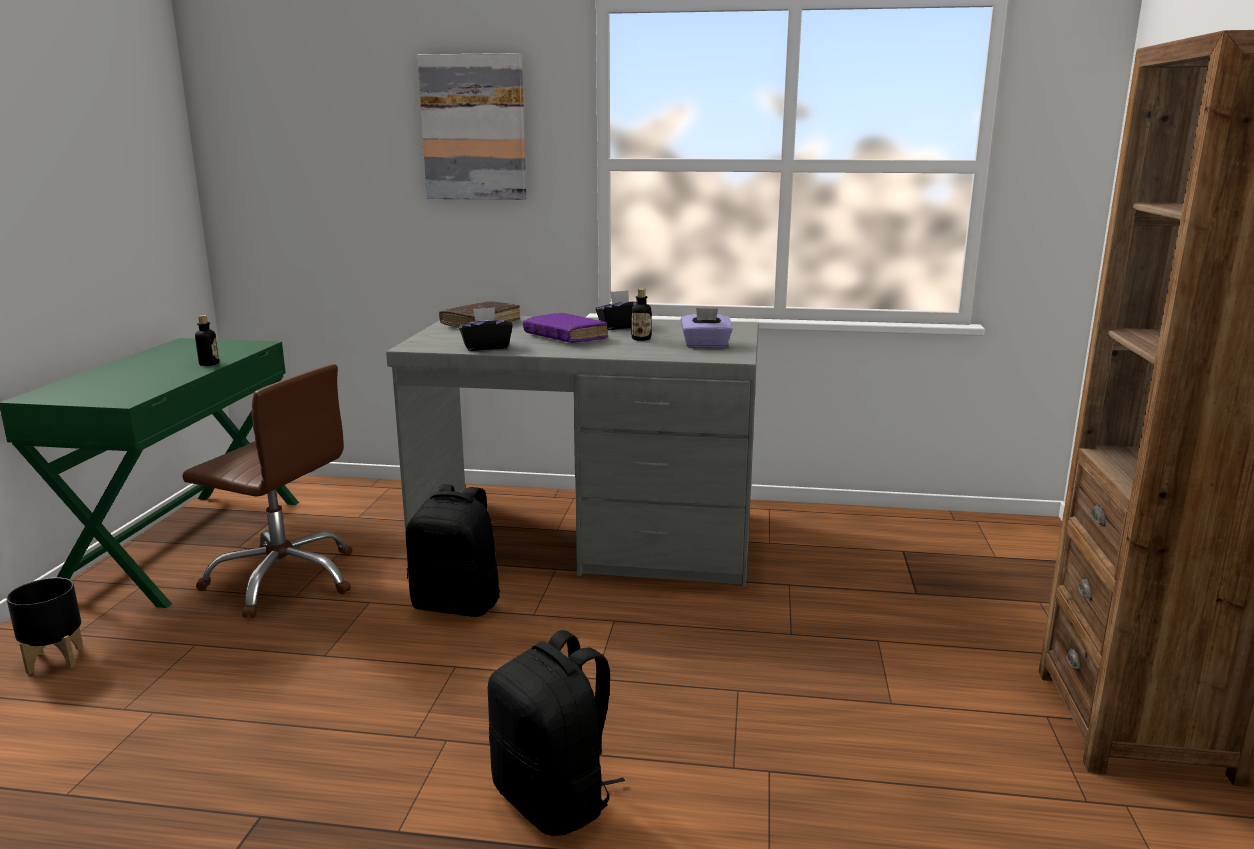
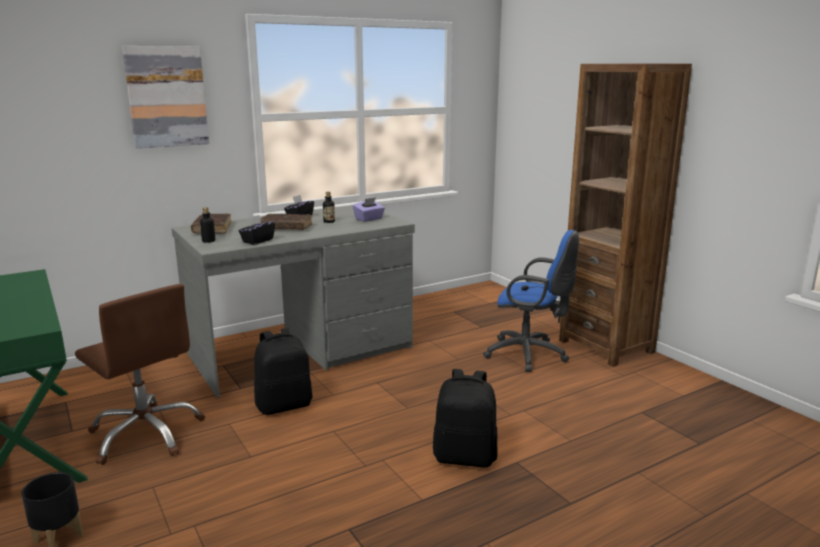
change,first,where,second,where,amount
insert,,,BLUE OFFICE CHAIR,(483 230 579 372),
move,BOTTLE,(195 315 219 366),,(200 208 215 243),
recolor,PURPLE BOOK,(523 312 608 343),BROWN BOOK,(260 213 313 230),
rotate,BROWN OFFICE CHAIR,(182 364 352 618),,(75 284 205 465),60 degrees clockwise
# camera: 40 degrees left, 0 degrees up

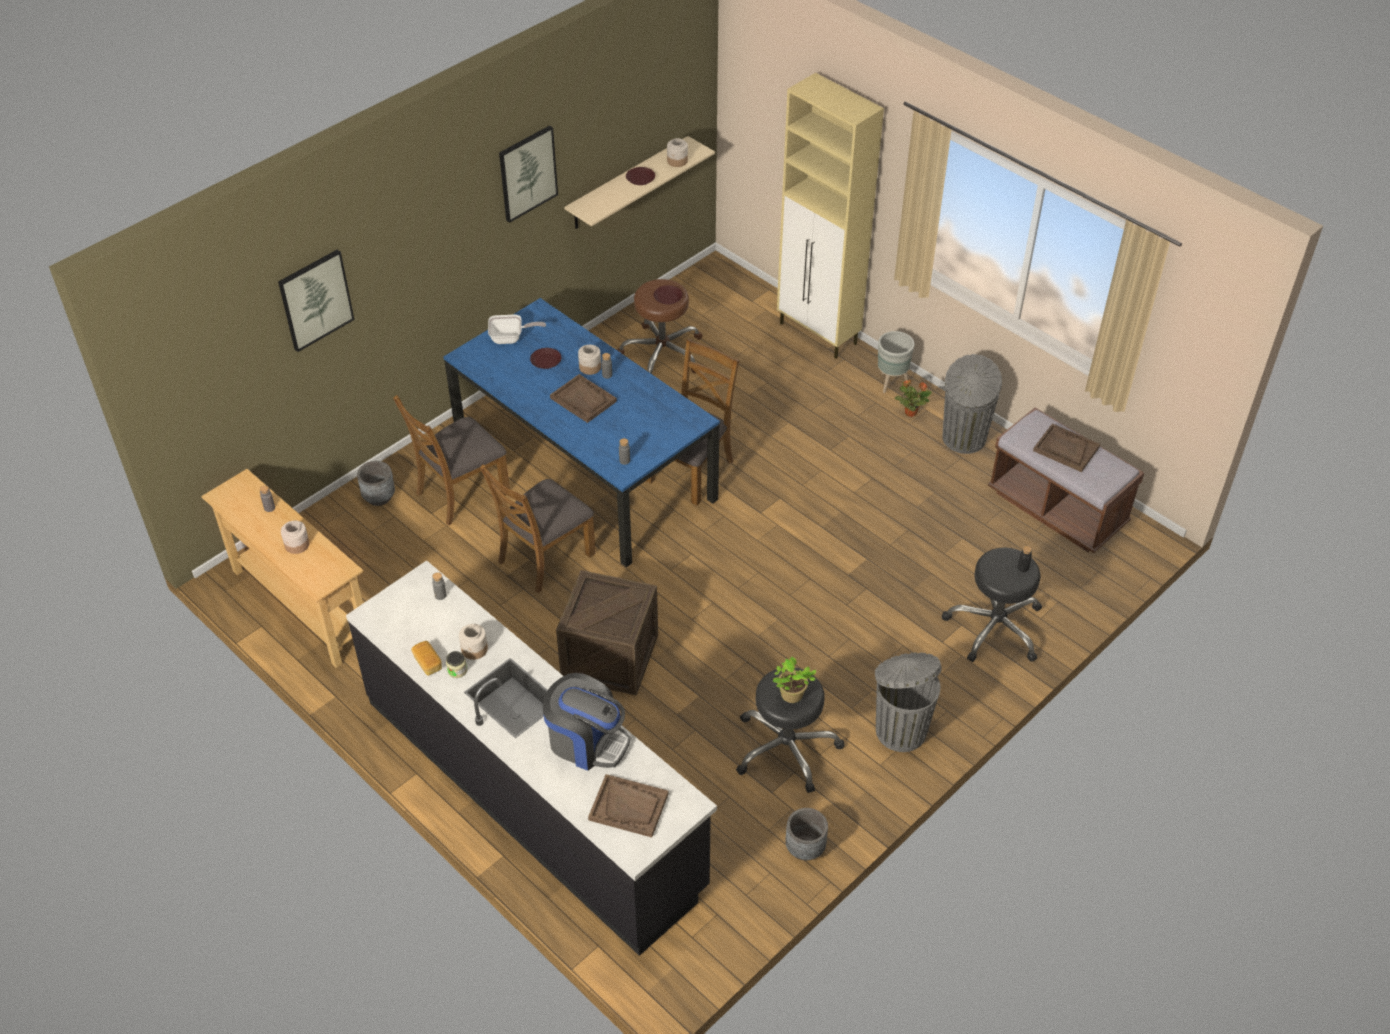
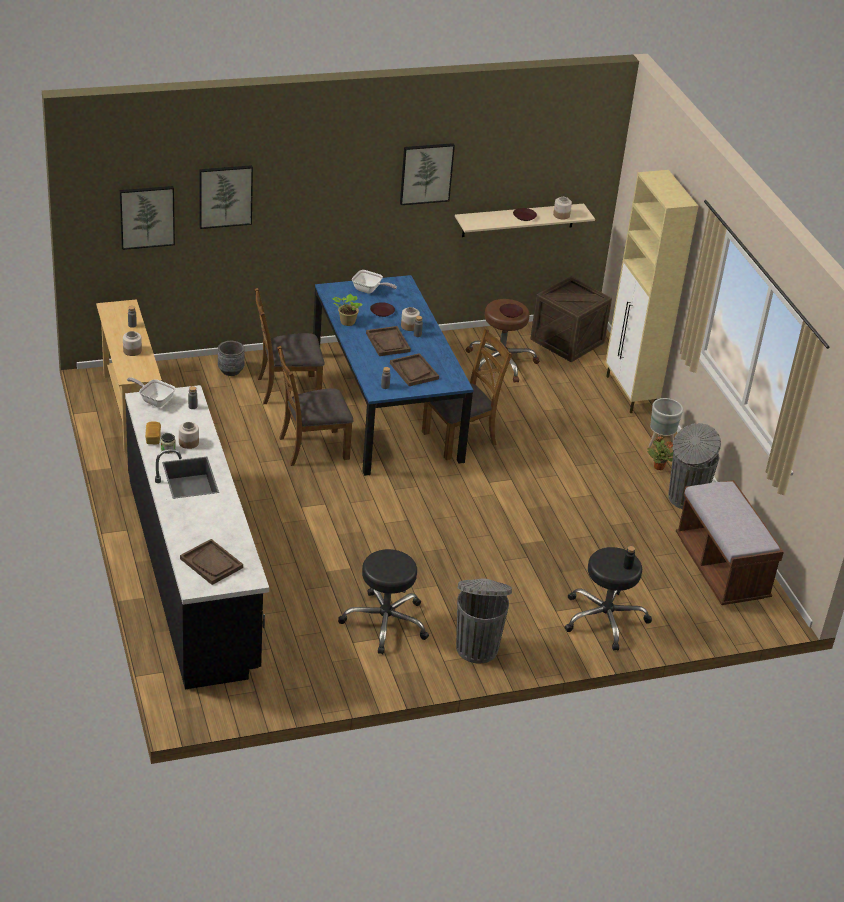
change,first,where,second,where,amount
delete,COFFEE MACHINE,(543 673 631 771),,,
delete,GREY PLANTER,(785 808 828 860),,,
insert,,,PICTURE,(120 186 175 250),
insert,,,FRYING PAN,(127 377 175 407),
move,CRATE,(556 570 658 696),,(530 276 612 362),
move,POTTED PLANT,(773 656 816 703),,(332 294 362 326),
move,BROWN TRAY,(1033 423 1100 472),,(390 353 439 386),
# camera: 25 degrees right, 10 degrees down

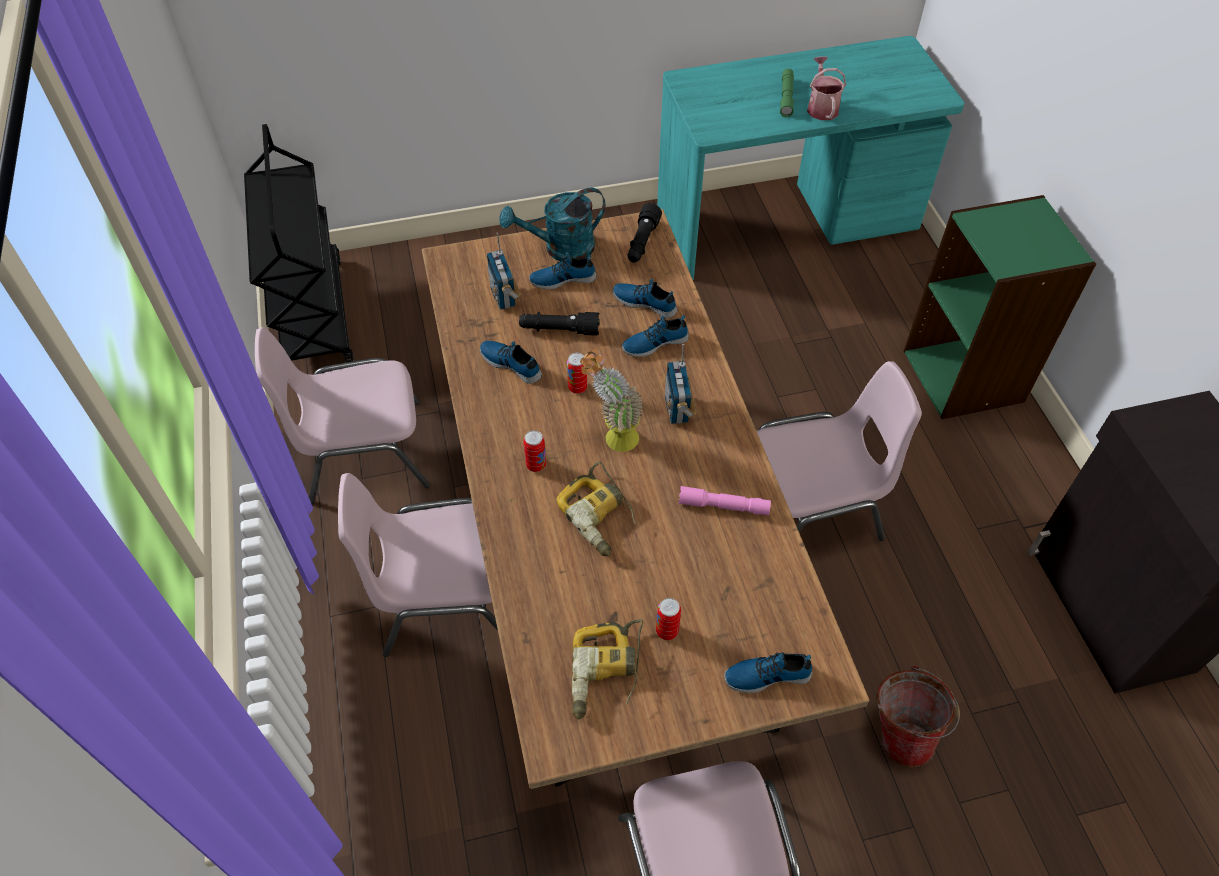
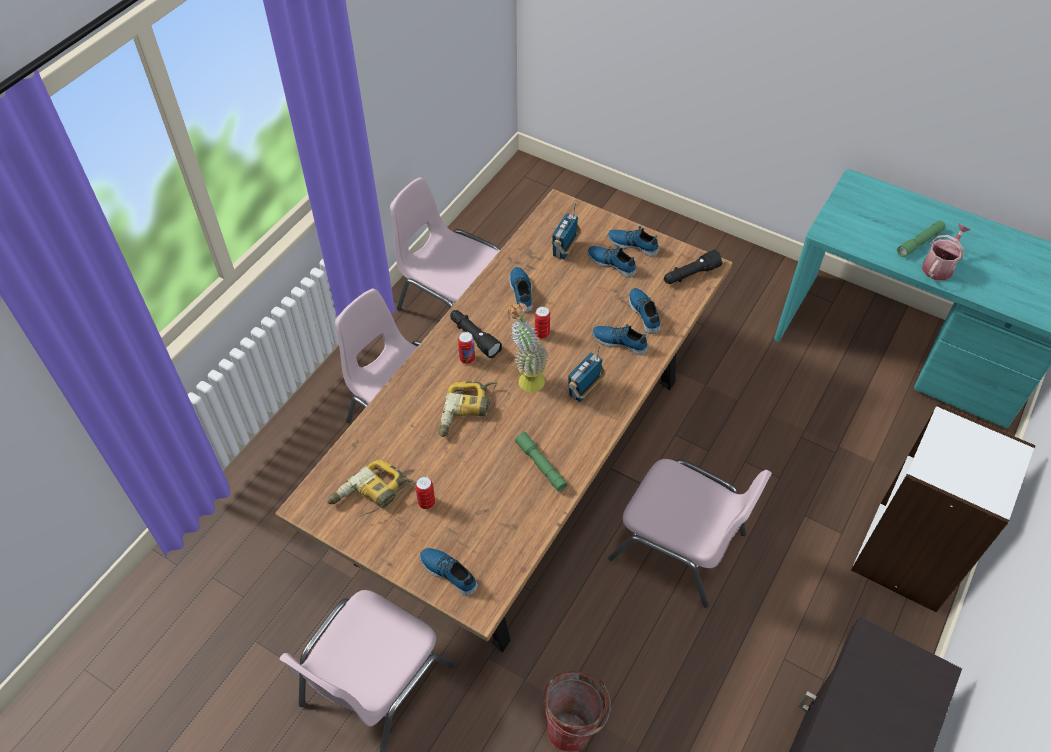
change,first,where,second,where,amount
delete,BLACK CART,(244 124 354 363),,,
move,BLACK FLASHLIGHT,(519 312 600 336),,(450 310 502 358),
replace,TURQUOISE WATERING CAN,(499 188 606 261),SHOE,(608 226 659 256),
recolor,PINK FLASHLIGHT,(678 486 771 515),GREEN FLASHLIGHT,(515 432 567 492),
recolor,GREEN BOOKCASE,(904 195 1096 419),WHITE BOOKCASE,(851 404 1036 613),
# camera: 45 degrees right, 0 degrees up

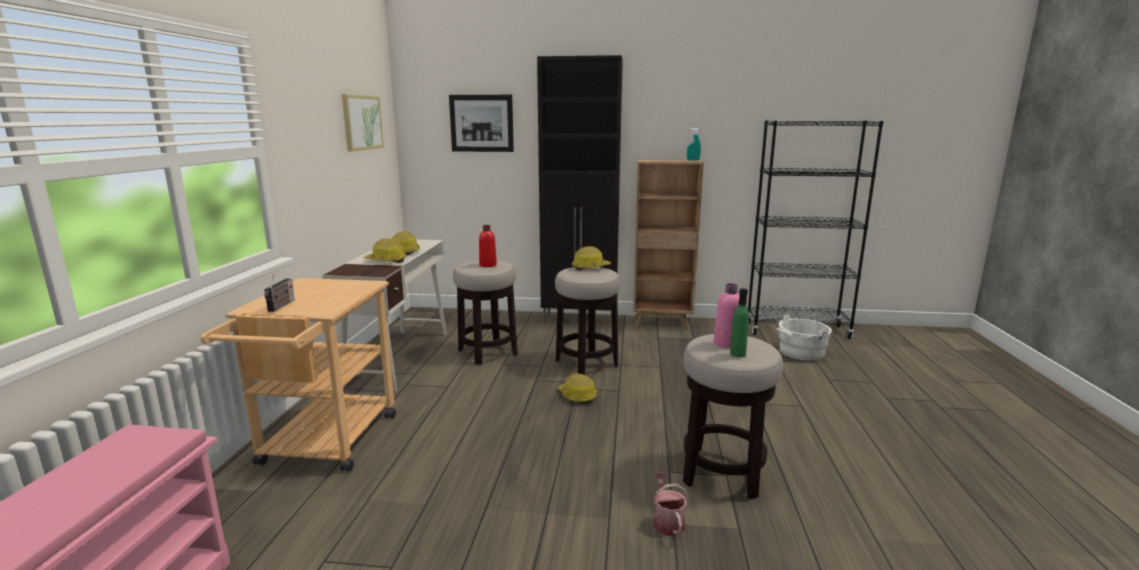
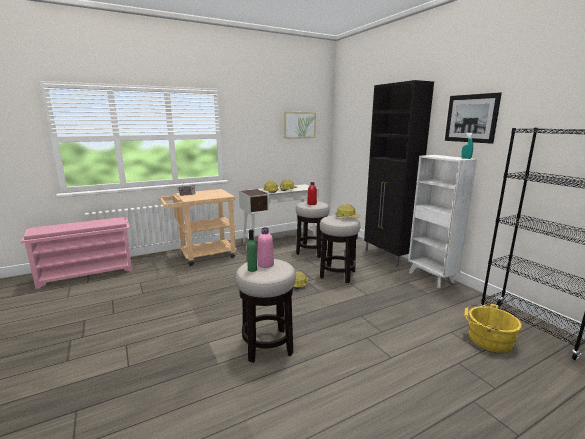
change,first,where,second,where,amount
delete,WATERING CAN,(653 472 688 536),,,
move,PICTURE,(449 95 514 152),,(445 92 502 144),
recolor,BROWN BOOKCASE,(633 160 704 330),WHITE BOOKCASE,(408 155 477 288),
recolor,WHITE BUCKET,(773 315 832 361),YELLOW BUCKET,(464 304 522 353),
# camera: 55 degrees right, 0 degrees up

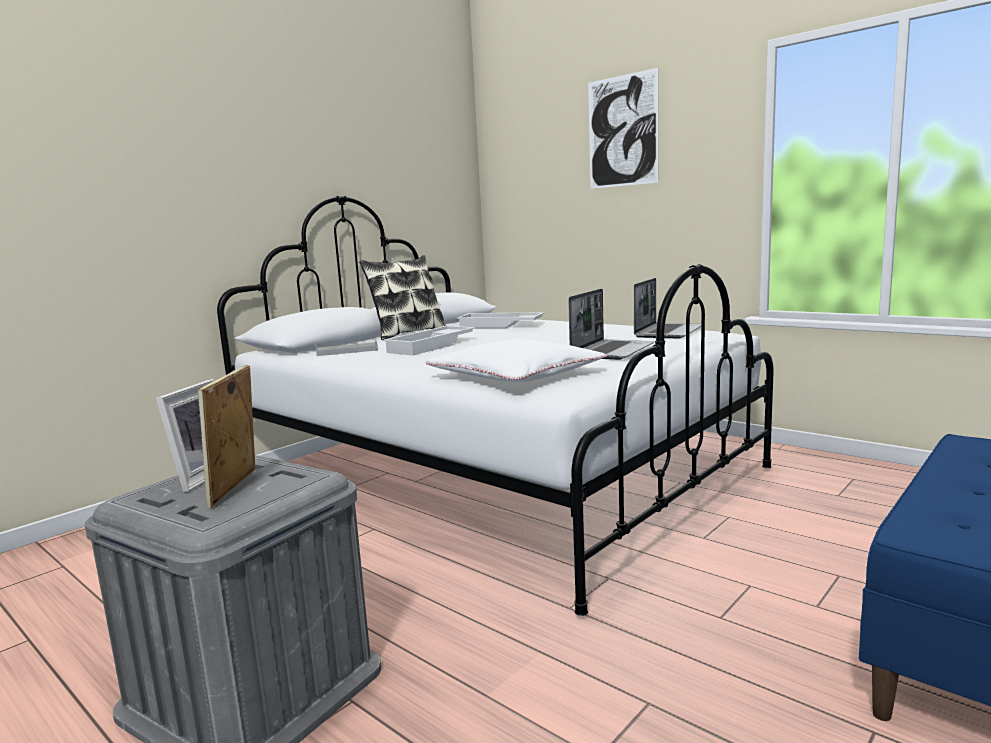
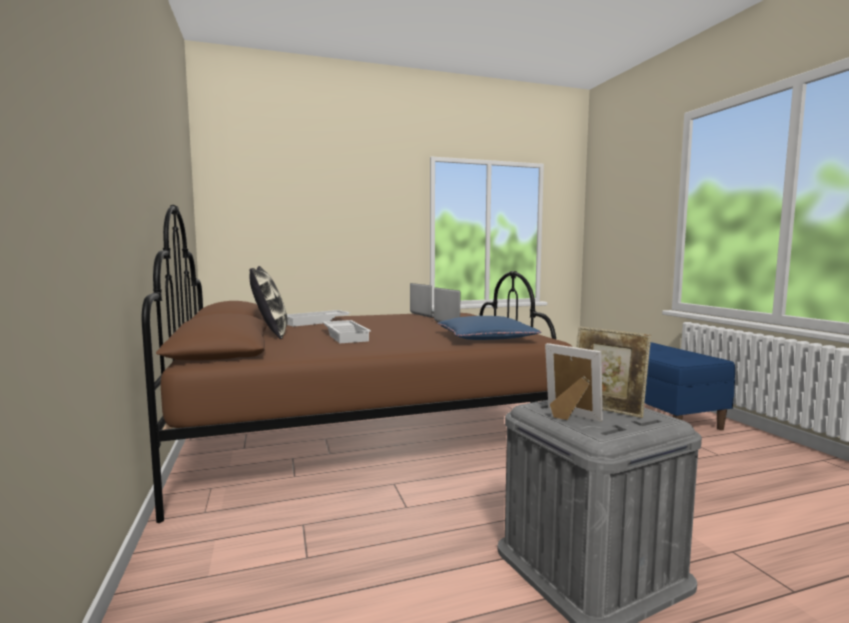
change,first,where,second,where,amount
delete,GREY TRAY,(316 340 378 356),,,
delete,PICTURE,(588 68 658 189),,,
recolor,WHITE BED,(217 196 774 616),BROWN BED,(142 205 572 523),
recolor,WHITE PILLOW,(426 339 607 382),BLUE PILLOW,(437 316 541 340),
# camera: 60 degrees left, 5 degrees down

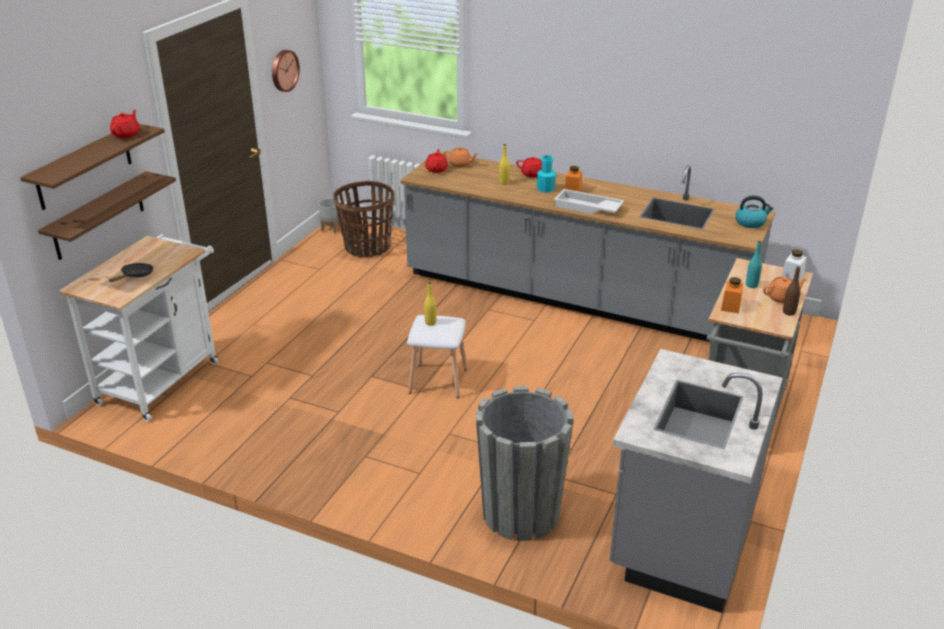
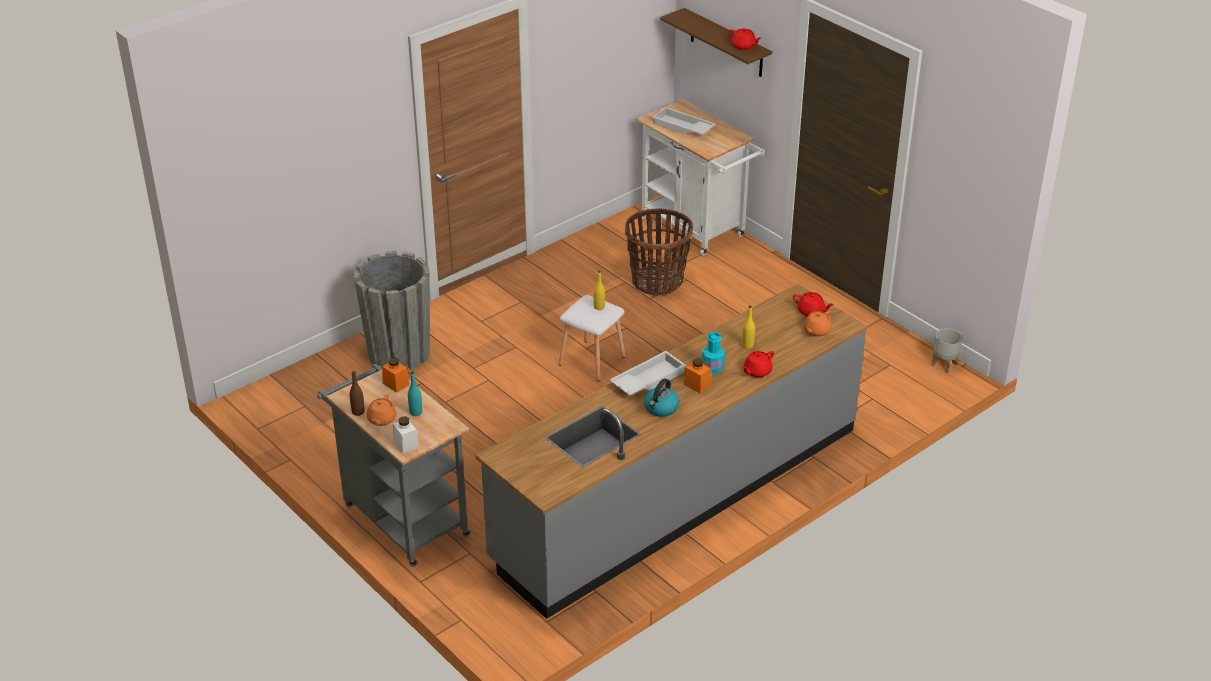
change,first,where,second,where,amount
delete,BROWN SHELF,(38 171 176 260),,,
delete,WALL CLOCK,(272 50 300 92),,,
delete,GREY COUNTER,(610 349 783 613),,,
move,BASKET,(333 181 395 257),,(625 208 693 296),
move,KETTLE,(735 195 773 228),,(644 378 679 417),
replace,BLACK FRYING PAN,(109 263 153 282),WHITE TRAY,(652 107 715 135),
# camera: 115 degrees right, 5 degrees up

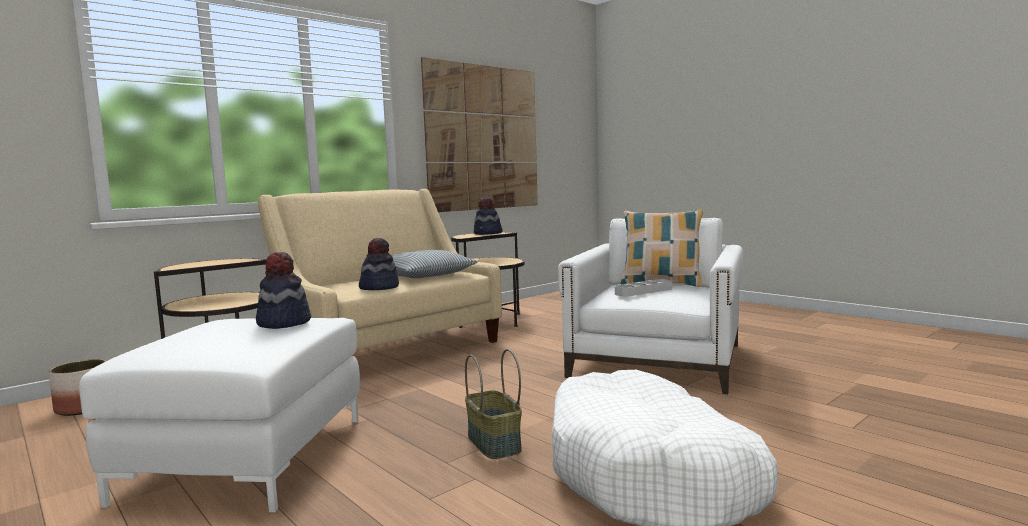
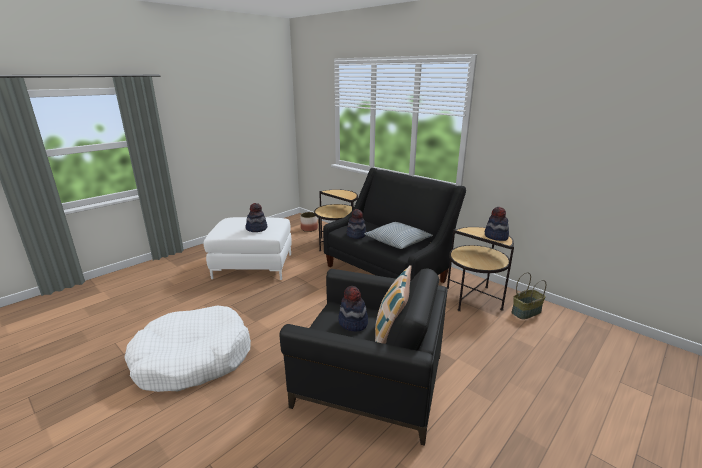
change,first,where,second,where,amount
delete,PICTURE,(421 57 538 212),,,
move,BASKET,(465 349 522 459),,(511 272 546 320),
replace,GREY TRAY,(615 279 672 297),HAT,(338 286 368 331),
recolor,BEIGE SOFA,(258 189 502 350),BLACK SOFA,(323 168 466 283),
recolor,WHITE ARMCHAIR,(558 218 743 394),BLACK ARMCHAIR,(280 268 448 446),
# camera: 85 degrees right, 15 degrees up

